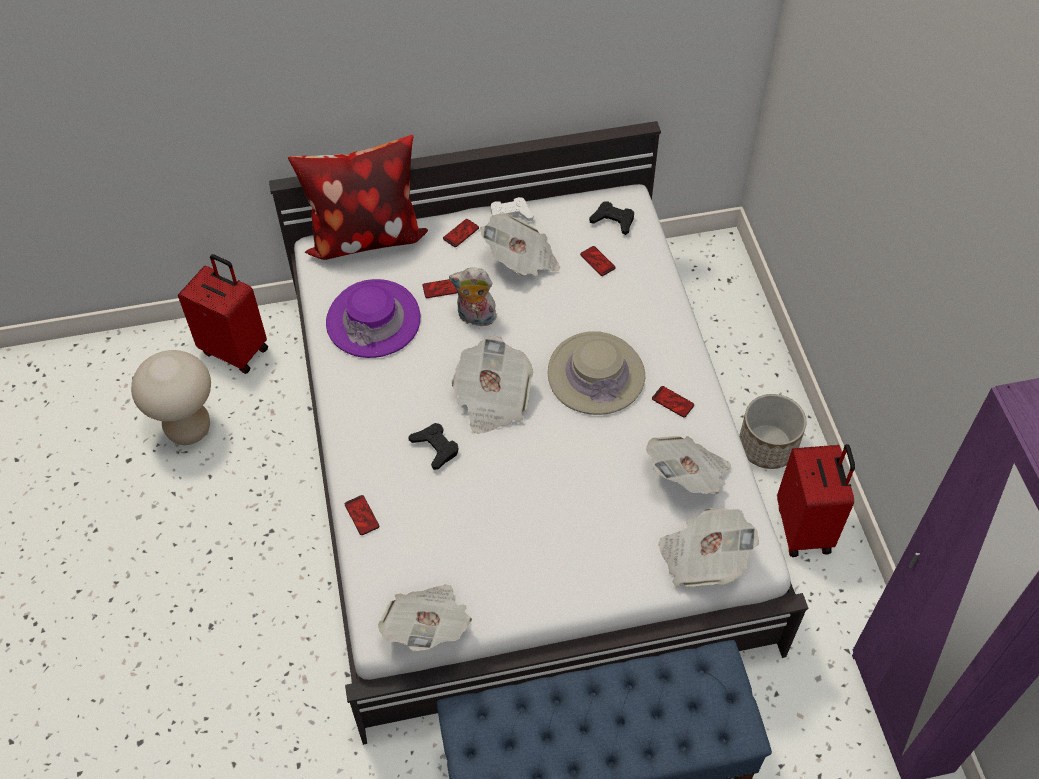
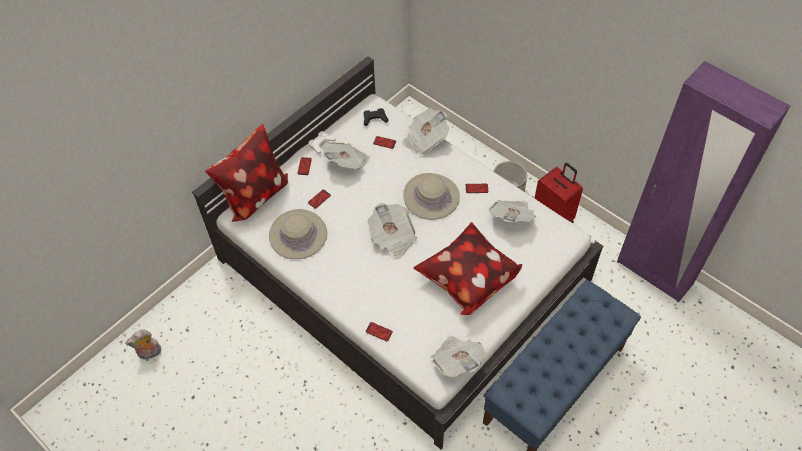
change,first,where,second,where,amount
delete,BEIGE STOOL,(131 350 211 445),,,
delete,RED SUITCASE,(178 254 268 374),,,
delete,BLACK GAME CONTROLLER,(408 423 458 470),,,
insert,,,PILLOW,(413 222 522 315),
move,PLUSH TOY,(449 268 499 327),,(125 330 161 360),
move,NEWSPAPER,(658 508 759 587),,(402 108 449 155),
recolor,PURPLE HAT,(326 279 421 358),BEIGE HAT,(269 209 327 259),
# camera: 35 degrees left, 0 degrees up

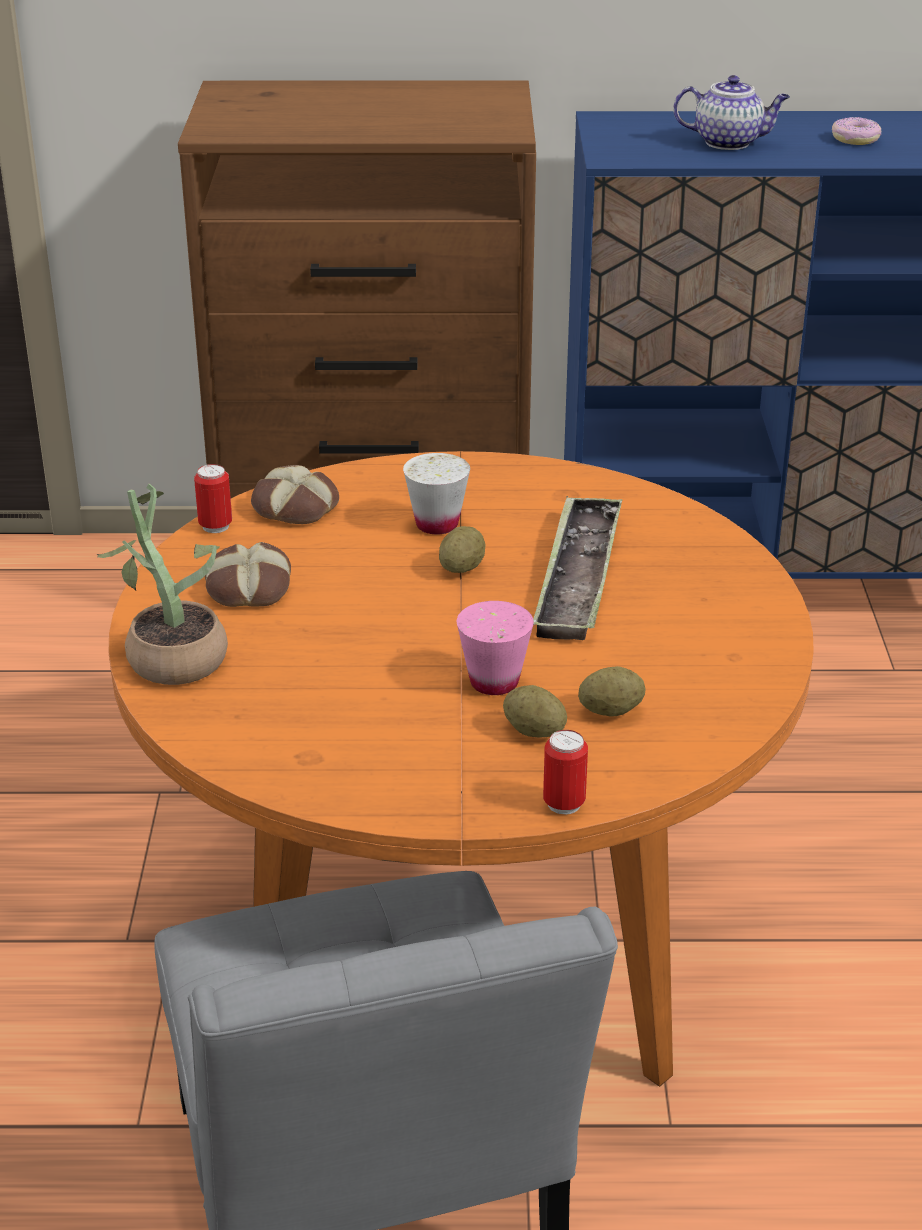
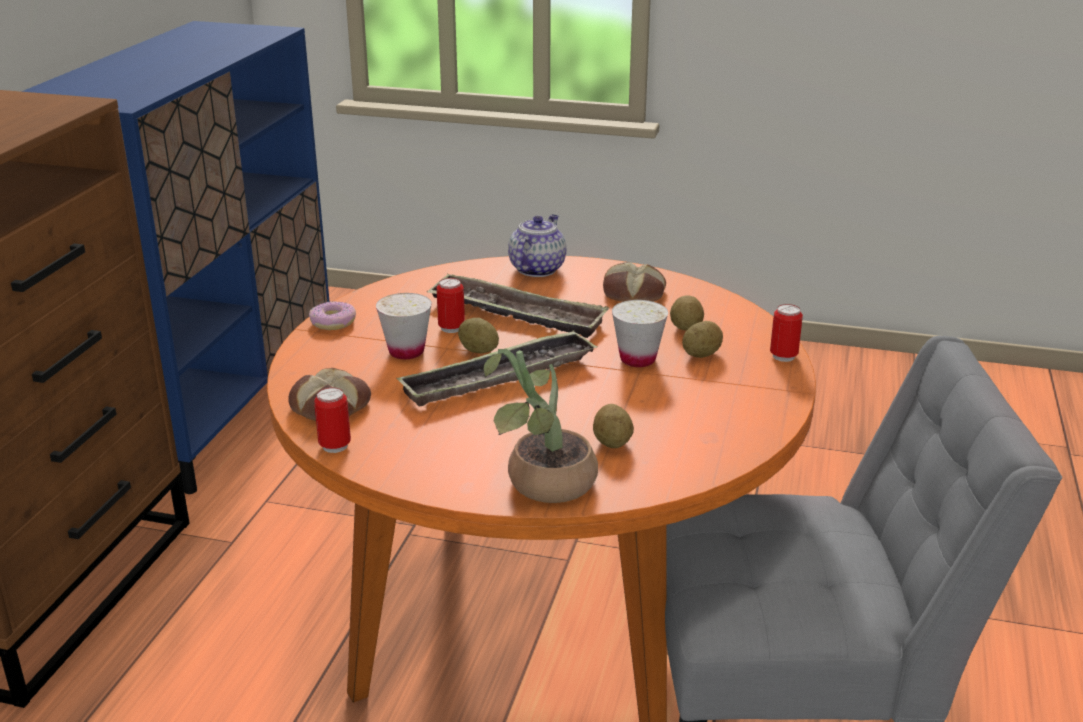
change,first,where,second,where,amount
insert,,,TRAY,(396 330 598 406),
insert,,,CAN,(437 278 465 333),
insert,,,POTATO,(593 404 634 448),
move,BREAD,(204 542 291 607),,(603 262 666 302),
move,TEAPOT,(673 75 790 150),,(508 215 566 277),
move,DONUT,(832 117 881 145),,(309 301 356 330),
recolor,PINK CUP,(457 601 534 695),WHITE CUP,(612 300 668 367),
# camera: 75 degrees left, 5 degrees down

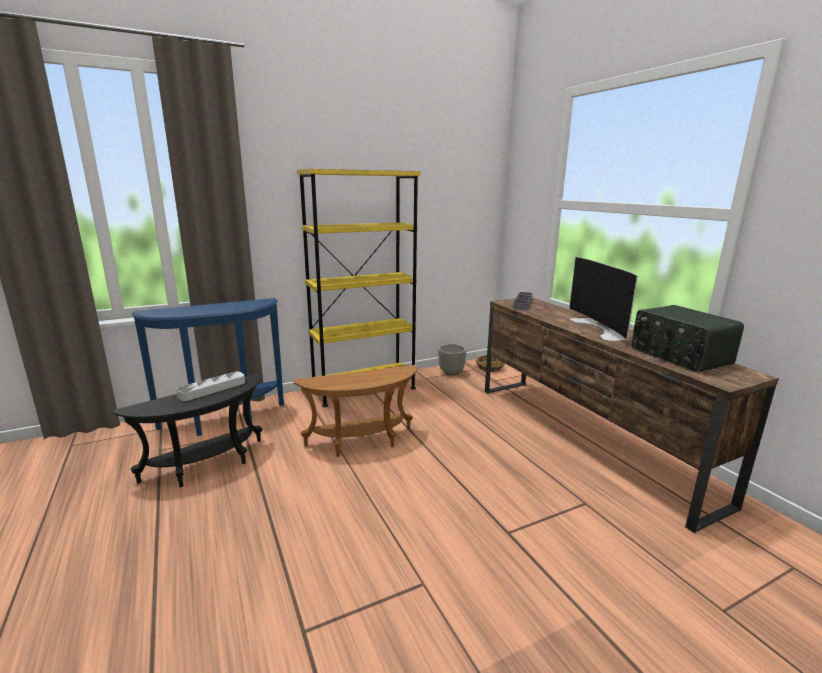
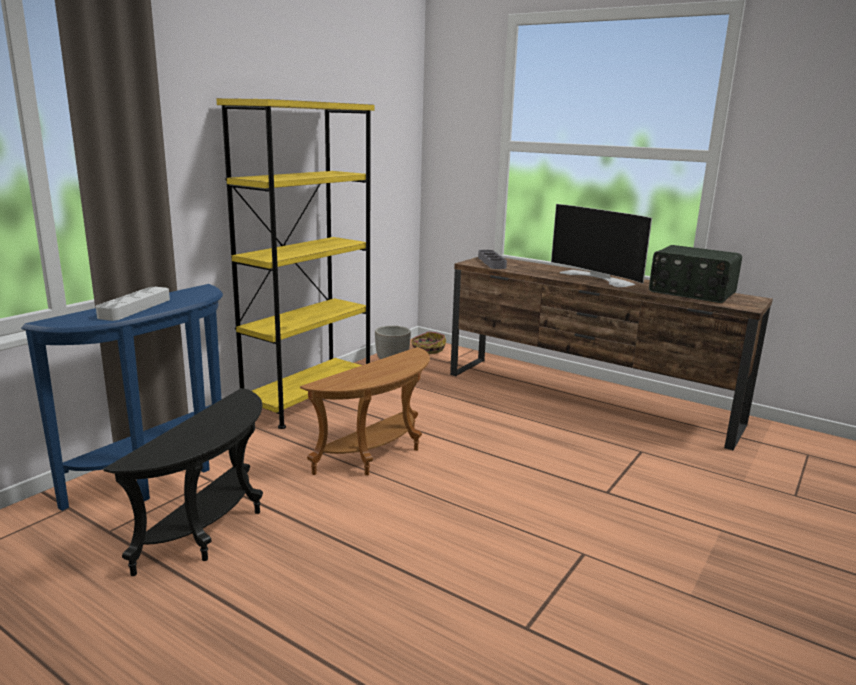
change,first,where,second,where,amount
move,GREY TRAY,(176 371 245 401),,(96 287 170 321),
# camera: 30 degrees left, 0 degrees up

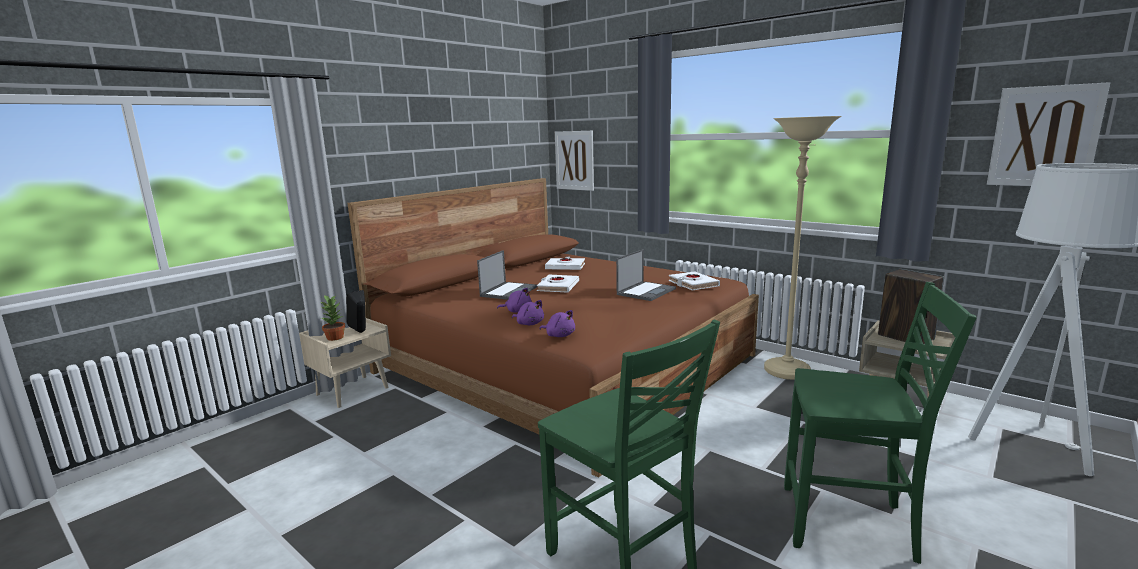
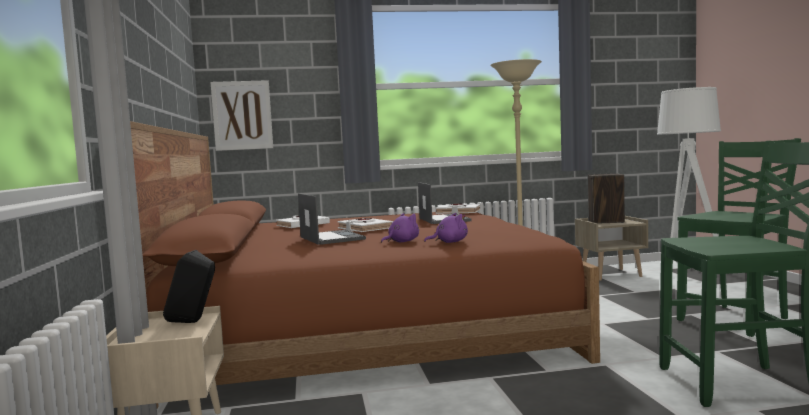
change,first,where,second,where,amount
delete,POTTED PLANT,(320 295 345 341),,,
delete,PURPLE PLUSH TOY,(539 310 575 337),,,
delete,PICTURE,(987 82 1110 186),,,
# camera: 50 degrees left, 10 degrees down

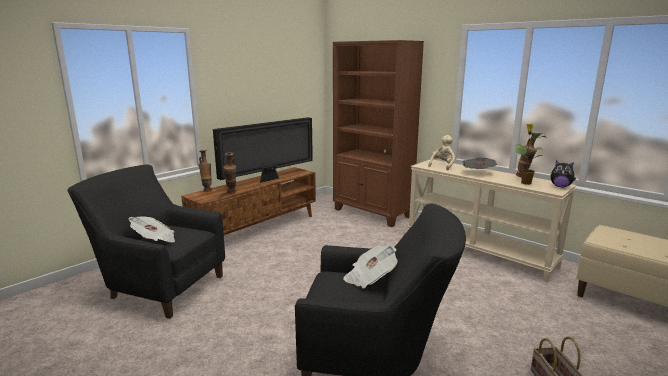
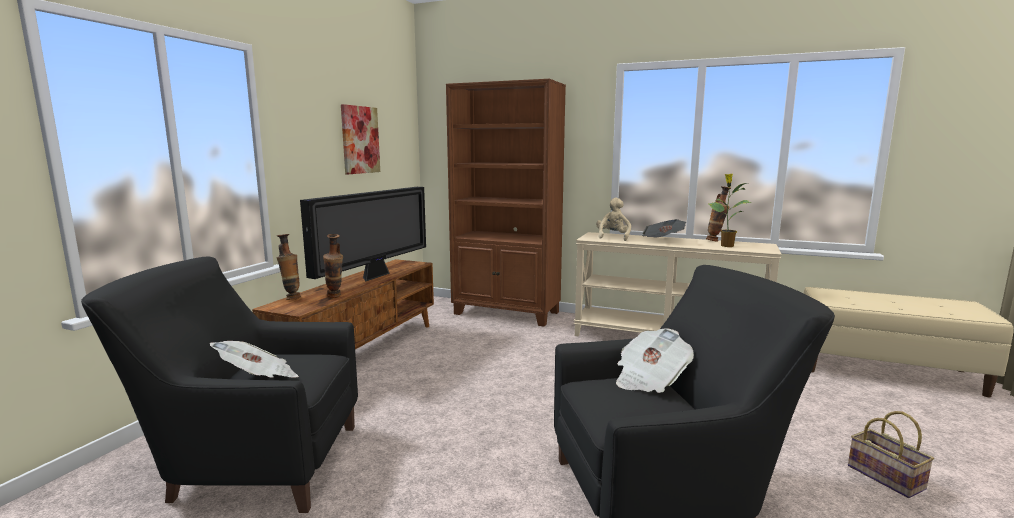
change,first,where,second,where,amount
delete,PLUSH TOY,(551 161 576 187),,,
insert,,,PICTURE,(341 104 380 174),
# camera: 20 degrees left, 5 degrees down

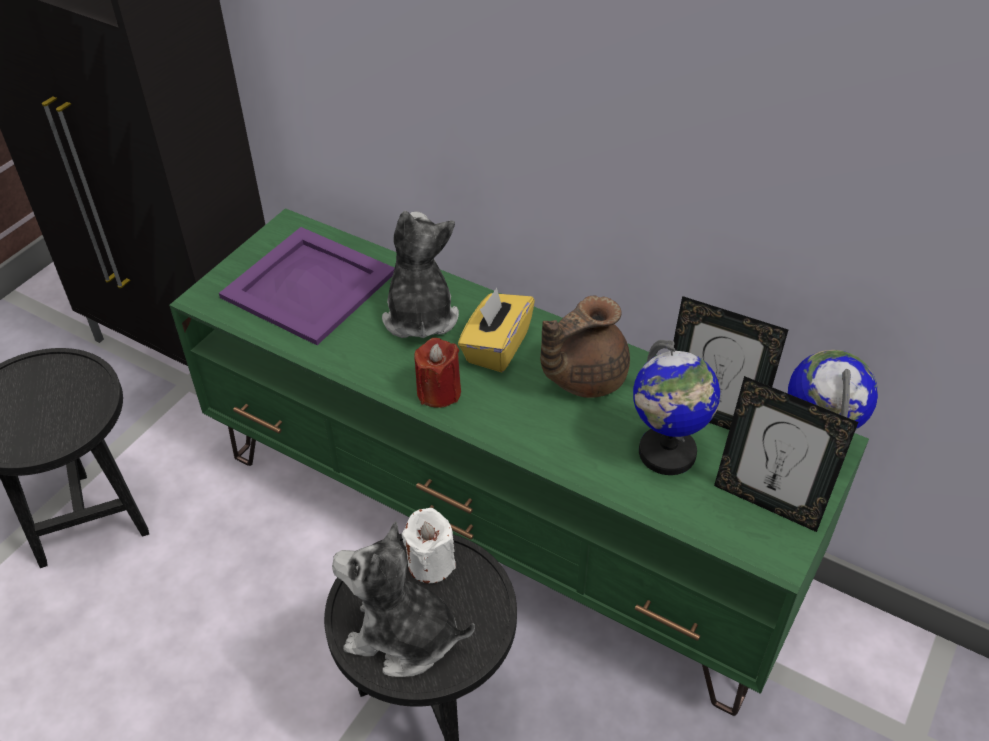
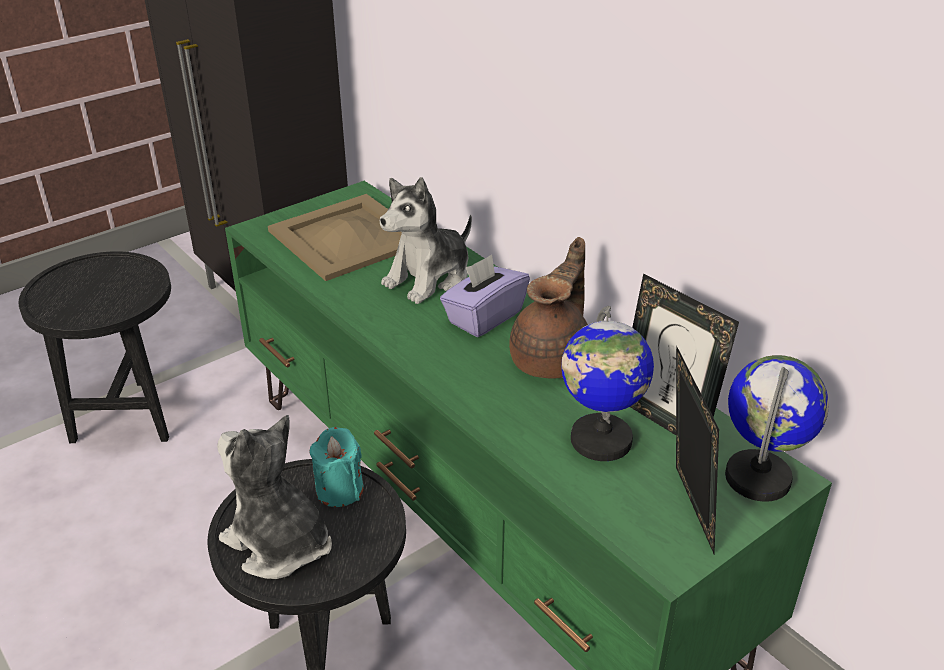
change,first,where,second,where,amount
delete,RED CANDLE,(414 338 461 408),,,
recolor,PURPLE TRAY,(219 227 395 345),BEIGE TRAY,(268 194 402 281),
recolor,WHITE CANDLE,(402 508 456 584),TURQUOISE CANDLE,(309 427 364 507),
recolor,YELLOW TISSUE BOX,(458 288 535 373),PURPLE TISSUE BOX,(440 255 530 337),
rotate,PLUSH TOY,(382 211 459 338),,(380 177 472 304),150 degrees counterclockwise
rotate,BROWN TEAPOT,(540 296 630 398),,(509 237 588 379),135 degrees clockwise
rotate,PICTURE FRAME,(714 376 858 532),,(676 346 719 554),150 degrees counterclockwise
# camera: 20 degrees right, 10 degrees down

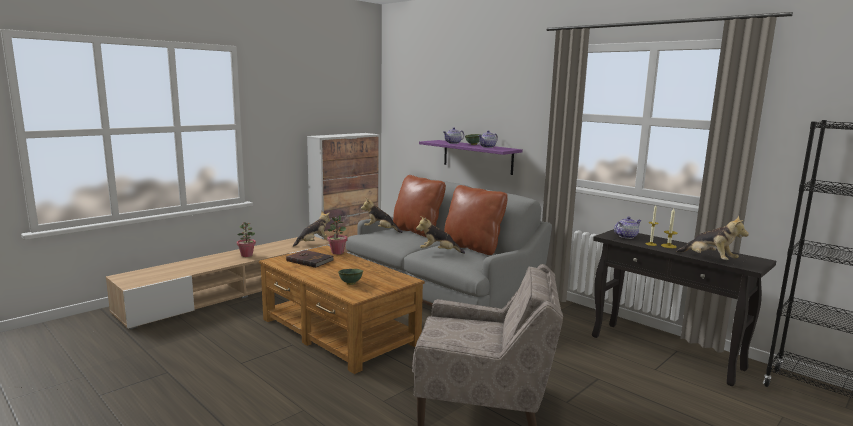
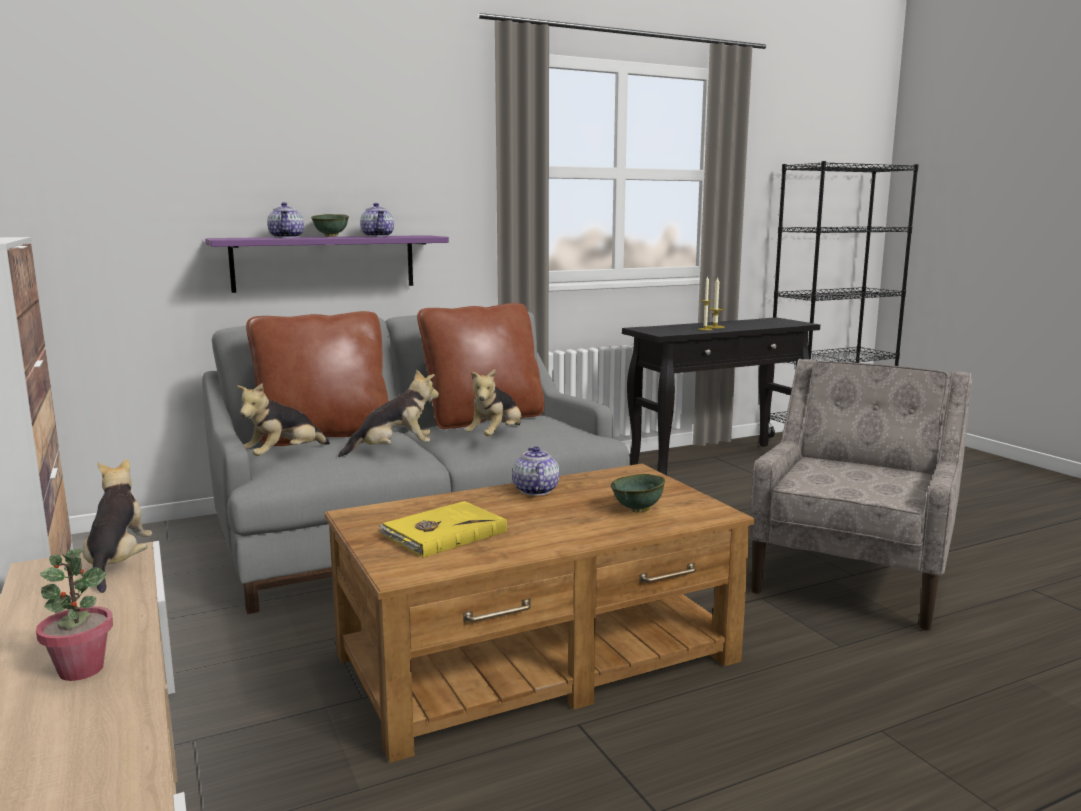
change,first,where,second,where,amount
delete,POTTED PLANT,(327 216 348 255),,,
move,TEAPOT,(614 216 641 239),,(512 446 560 496),
move,PLUSH TOY,(676 216 749 260),,(338 369 439 457),
recolor,BROWN BOOK,(286 250 334 268),YELLOW BOOK,(379 501 507 558),
# camera: 70 degrees left, 0 degrees up

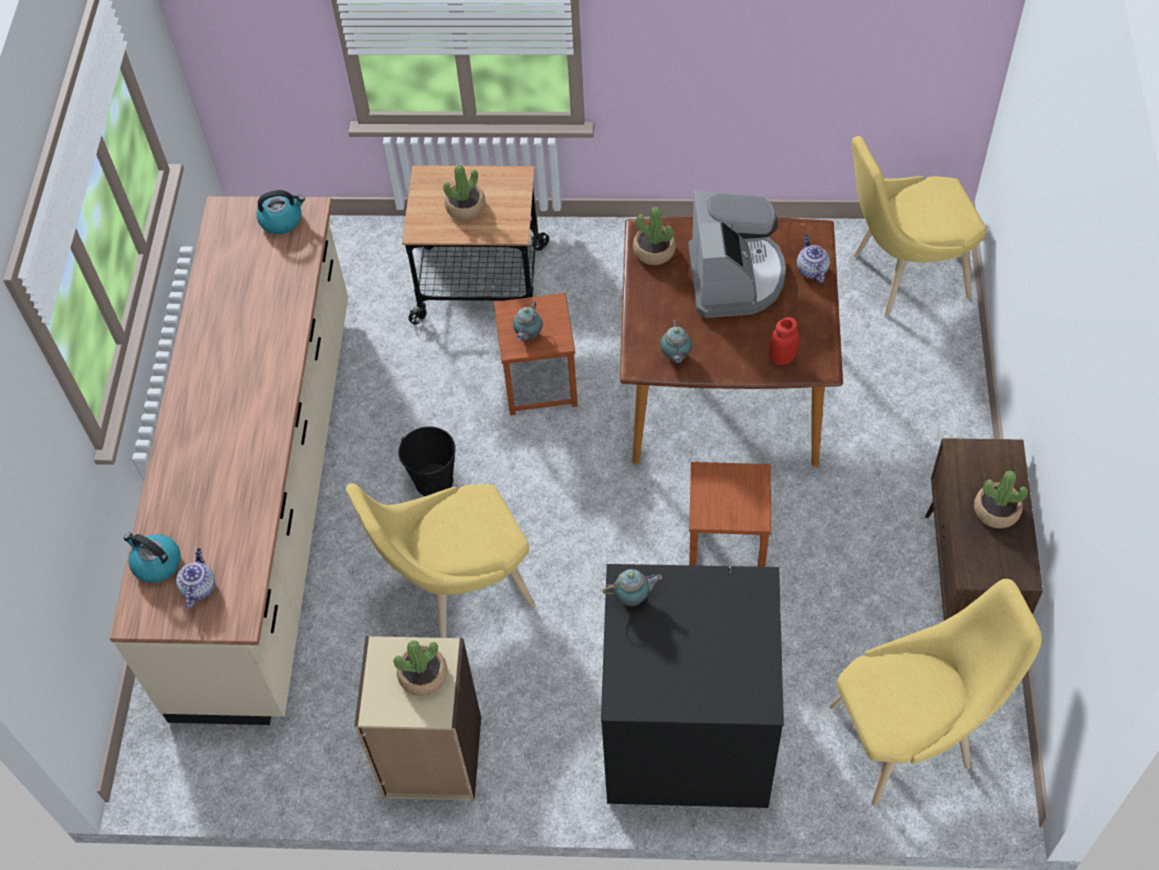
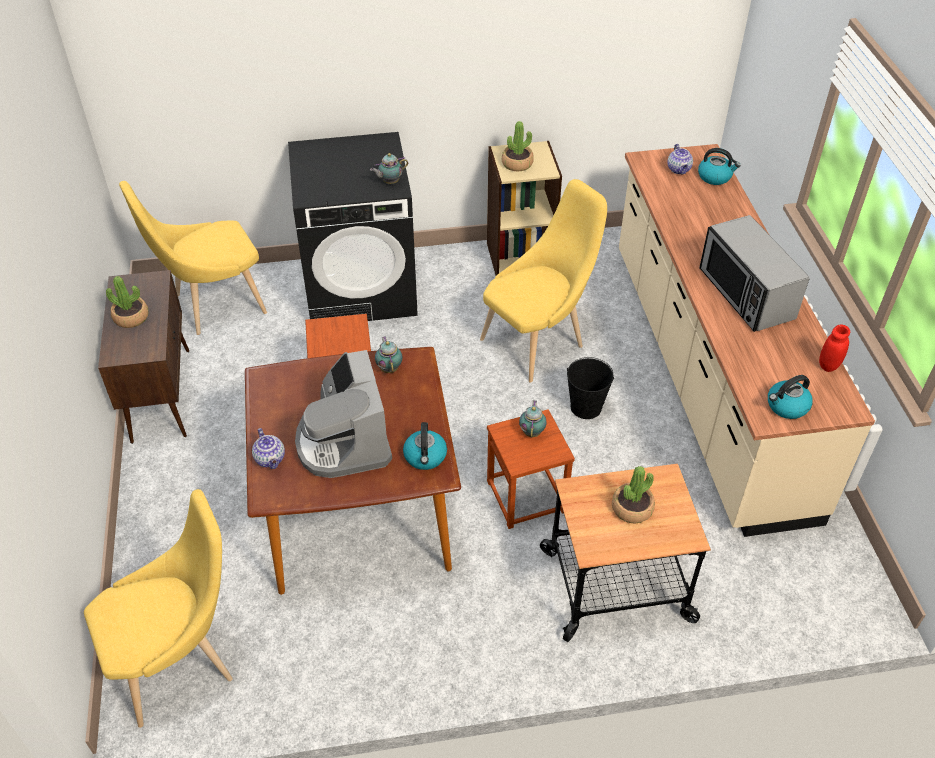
change,first,where,second,where,amount
insert,,,MICROWAVE,(699 215 810 332),
move,RED JAR,(769 317 799 365),,(819 325 850 372),
replace,POTTED PLANT,(633 207 676 265),KETTLE,(403 422 447 470),
# camera: 165 degrees right, 10 degrees down

